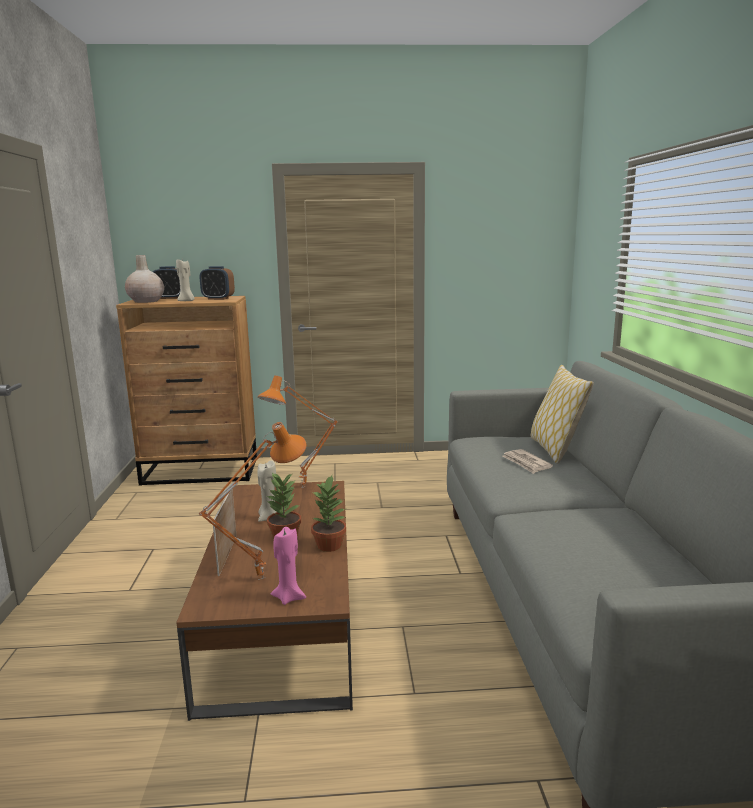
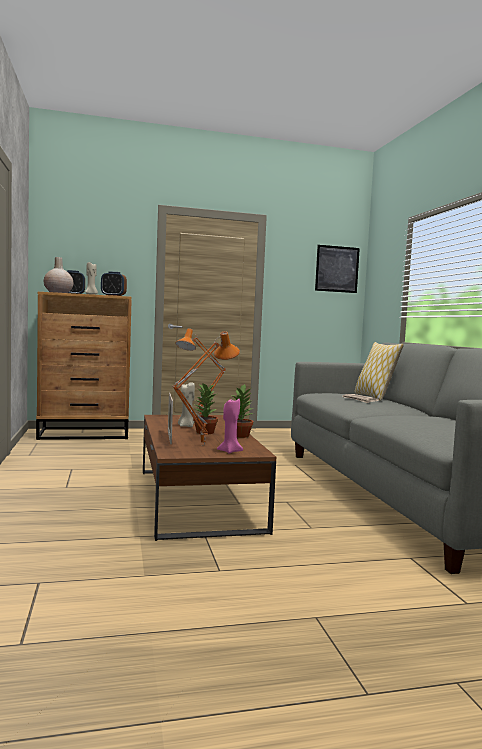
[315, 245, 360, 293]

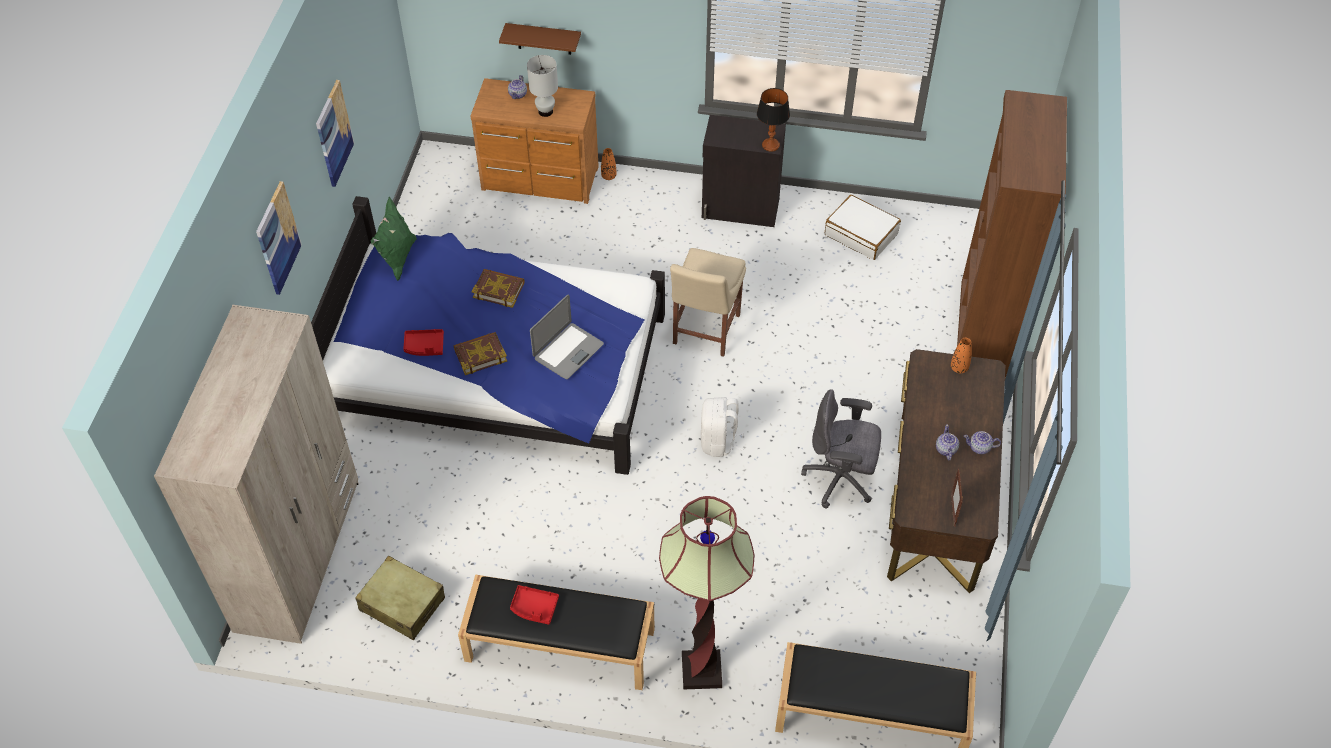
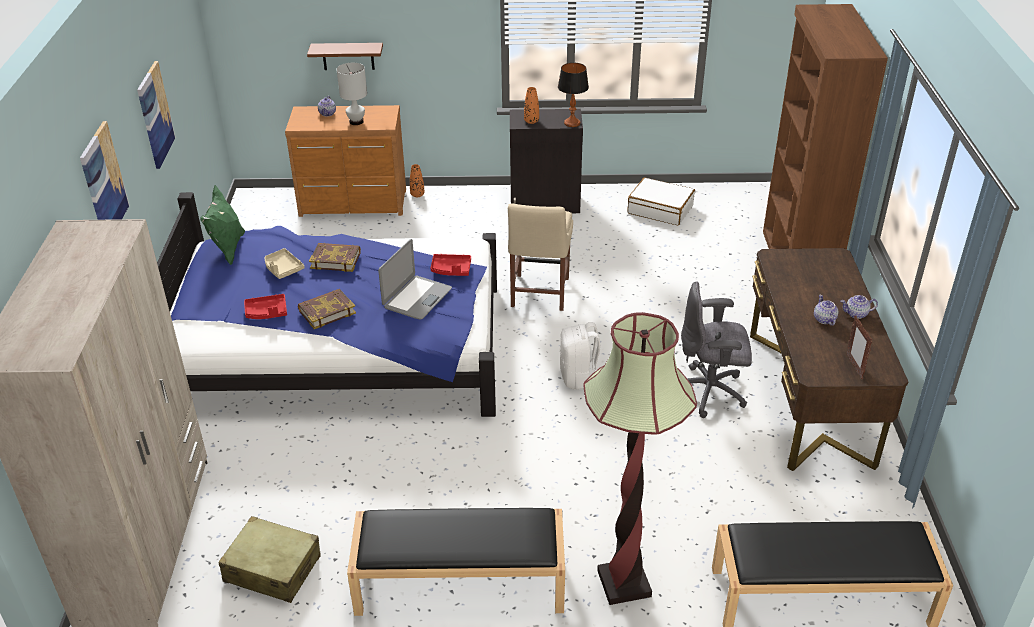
[265, 248, 305, 279]
[431, 254, 471, 276]
[524, 87, 539, 124]

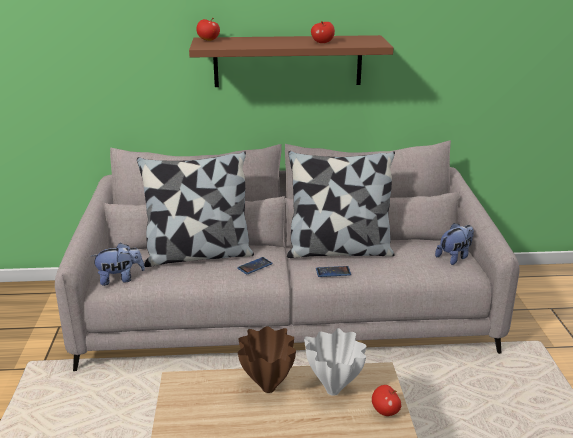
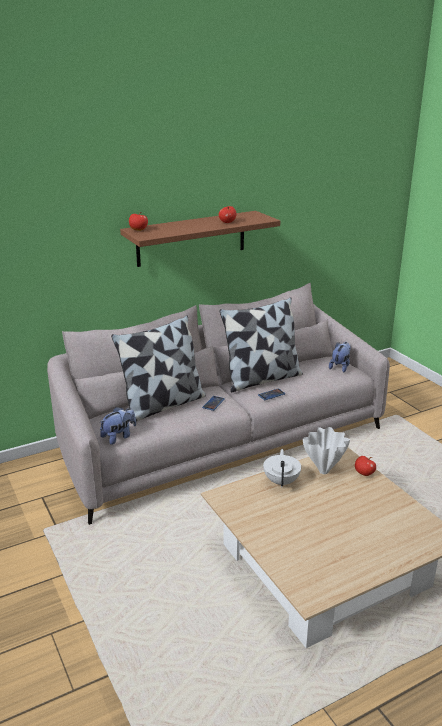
[263, 449, 301, 487]

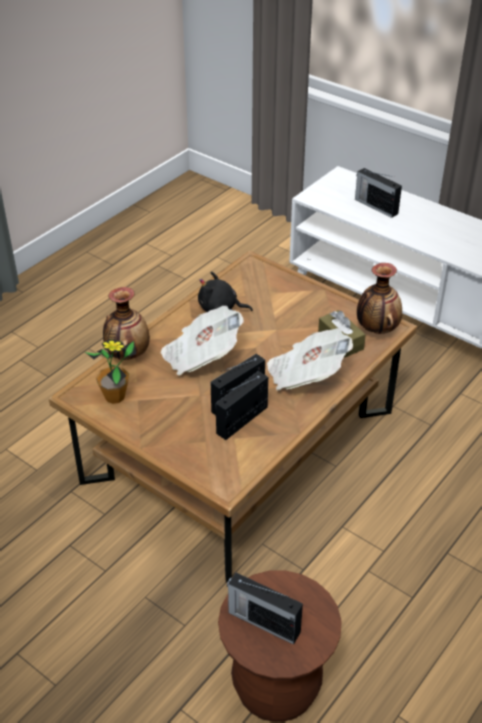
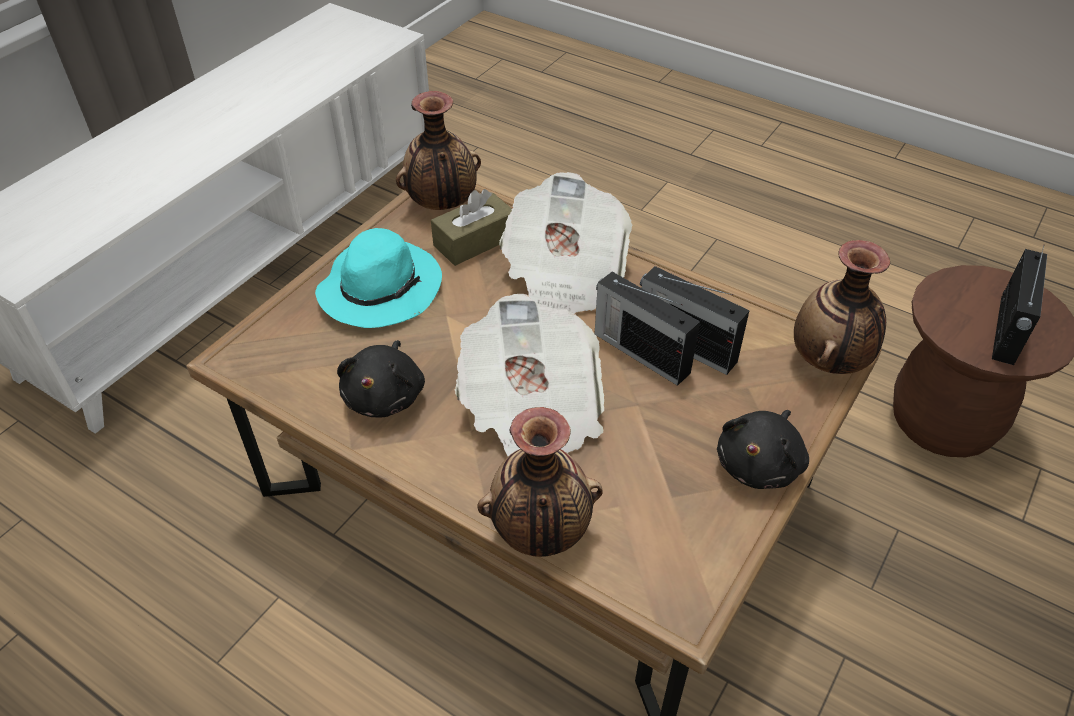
[315, 228, 442, 328]
[717, 410, 809, 489]
[794, 240, 890, 374]
[85, 339, 136, 404] (first image)
[355, 168, 402, 218] (first image)

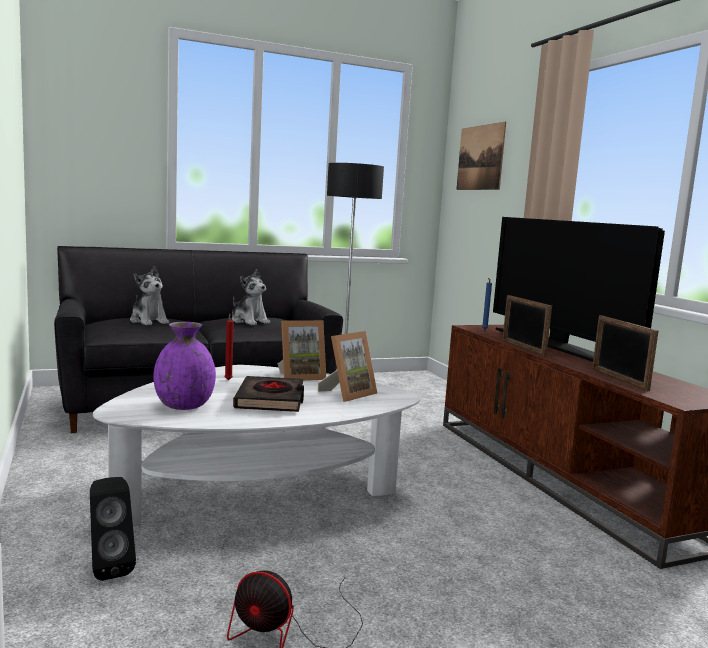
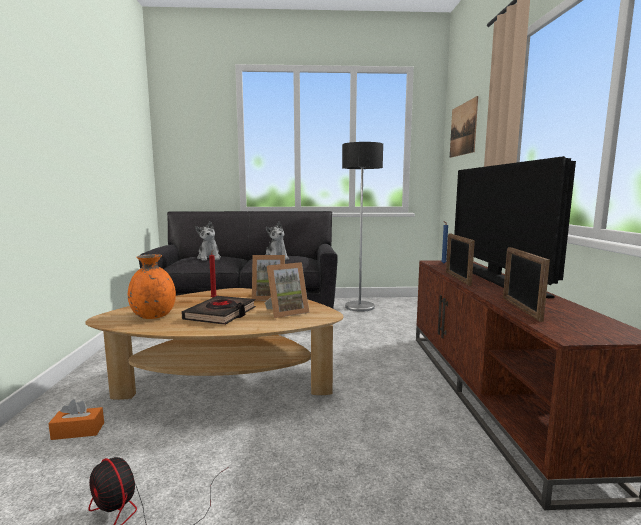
[48, 399, 104, 440]
[85, 288, 343, 400]
[128, 254, 176, 319]

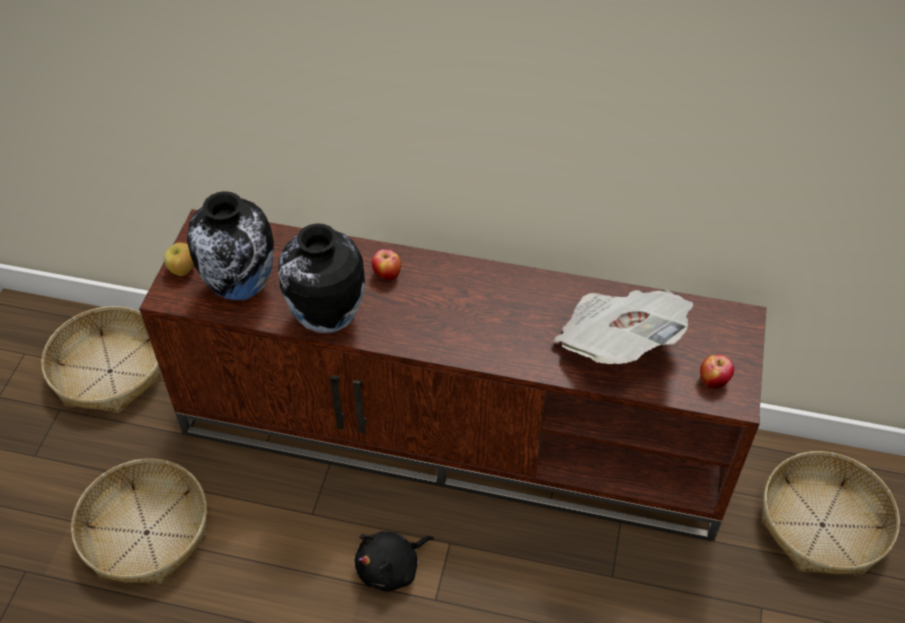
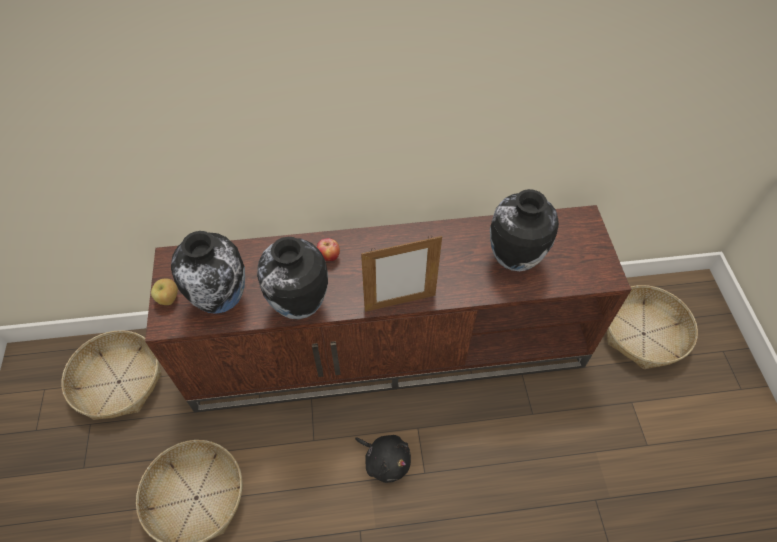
[355, 435, 411, 483]
[361, 236, 442, 312]
[490, 189, 559, 271]
[700, 354, 734, 389] (first image)

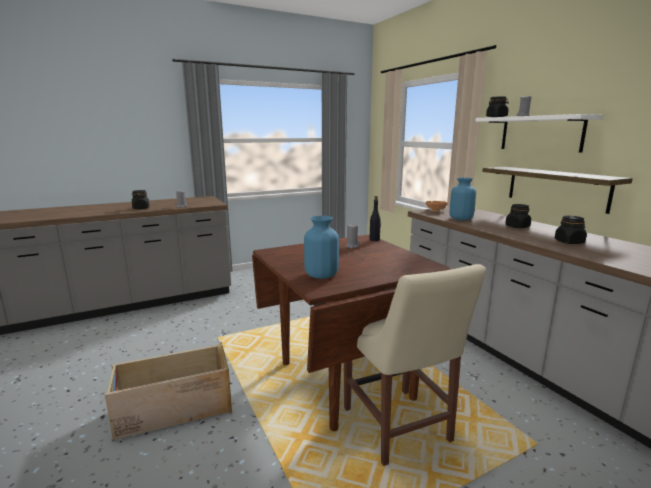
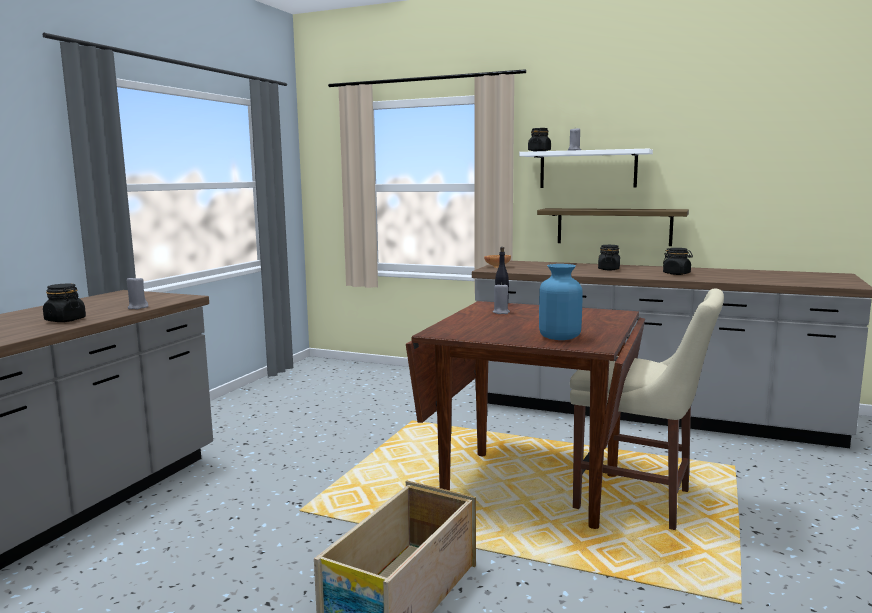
[449, 178, 476, 220] (first image)

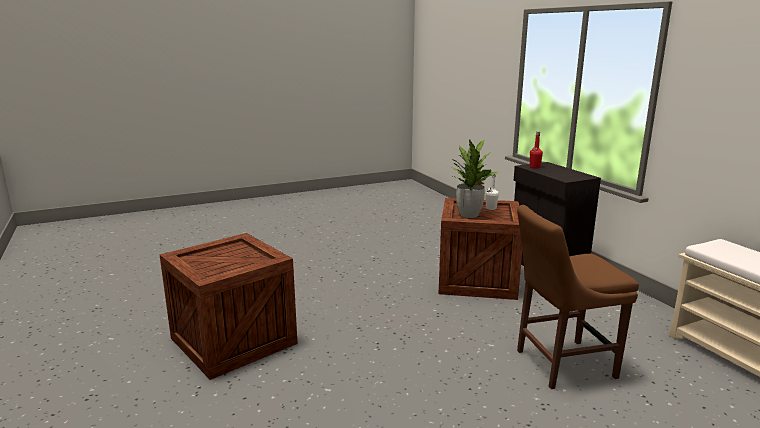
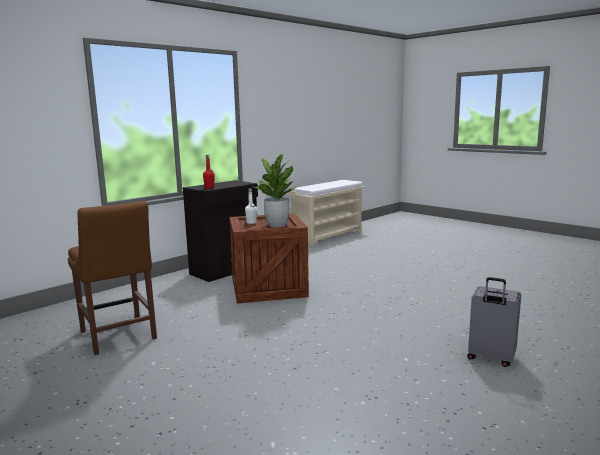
[68, 201, 157, 355]
[467, 277, 521, 367]

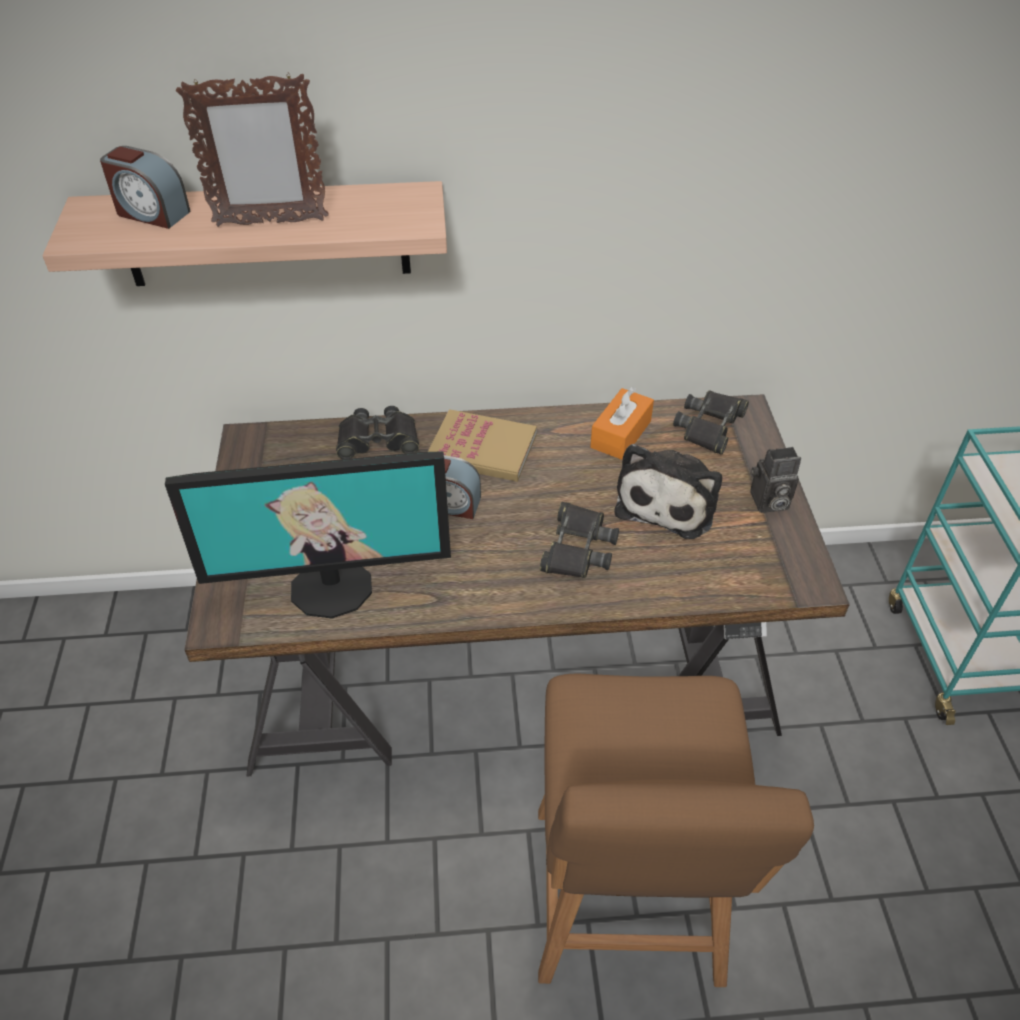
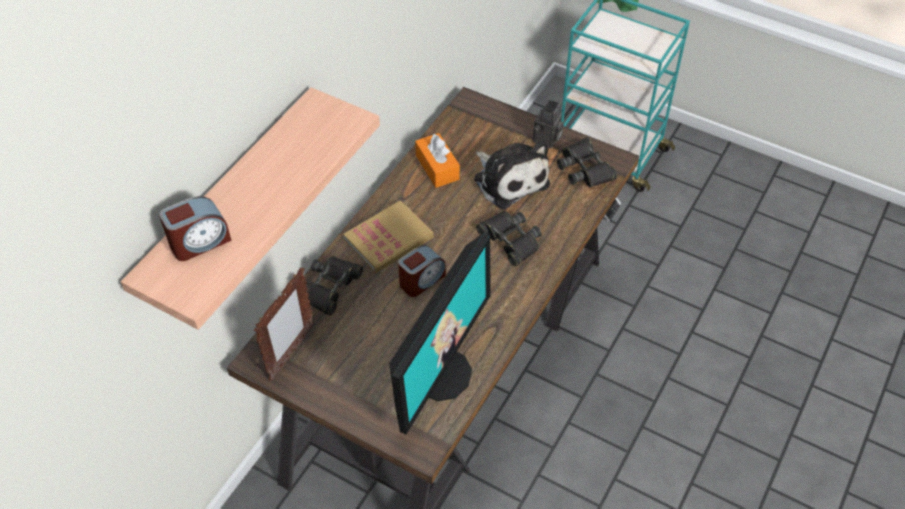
[254, 267, 314, 381]
[557, 137, 617, 187]
[538, 674, 814, 987] (first image)

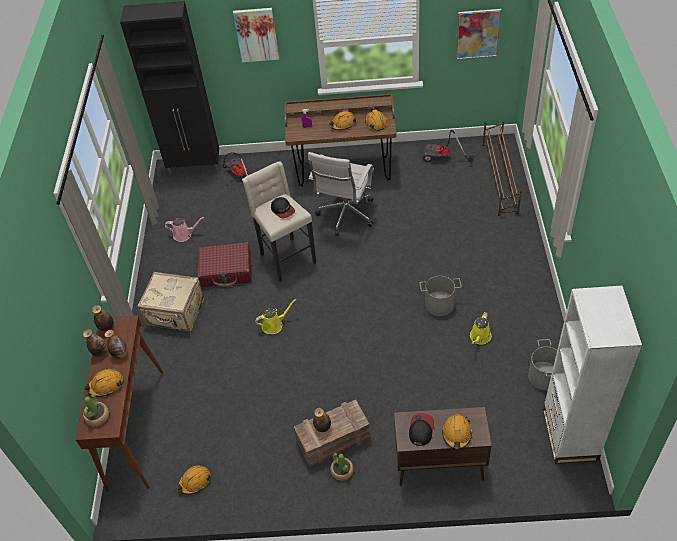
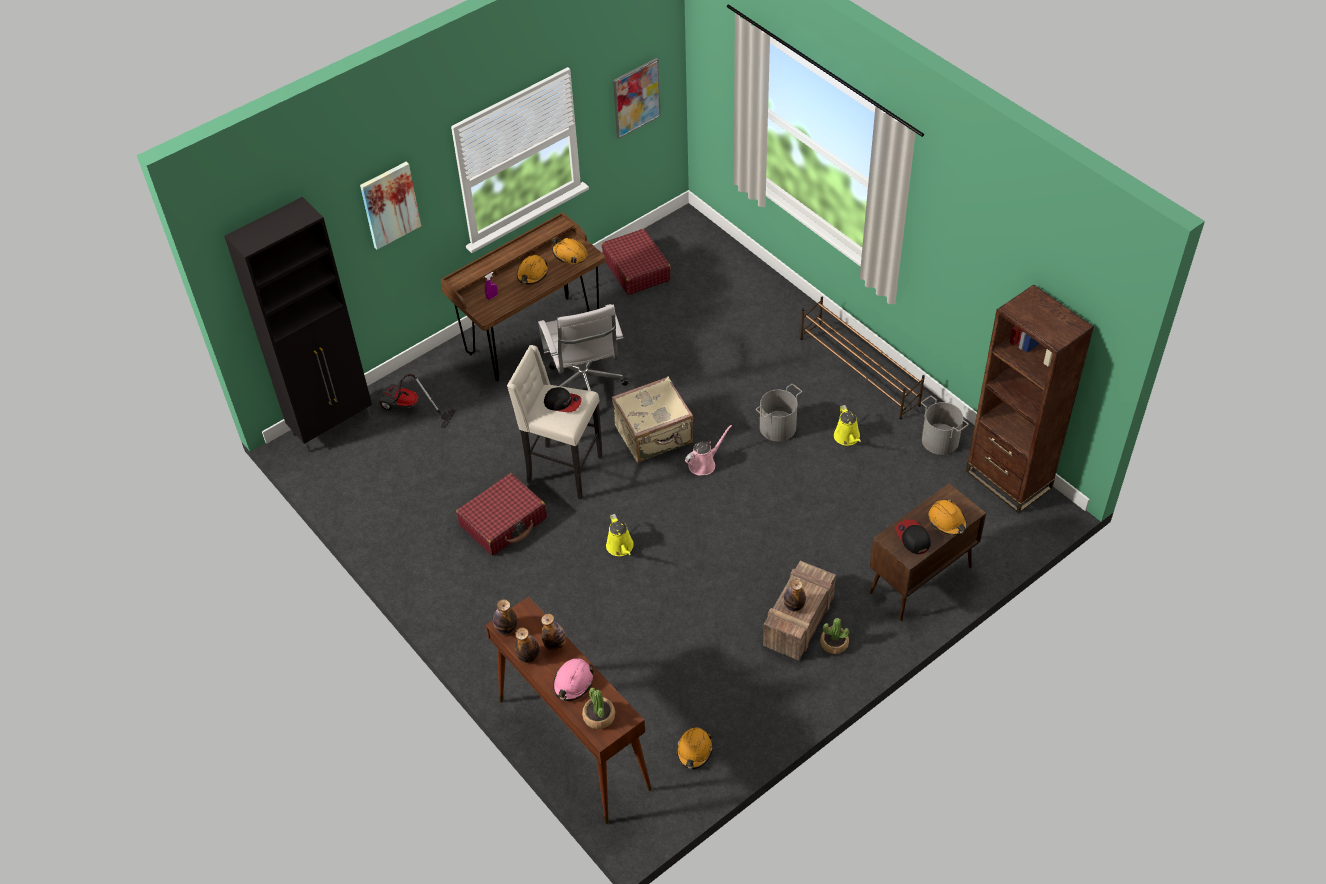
[553, 658, 594, 701]
[602, 229, 671, 295]
[606, 514, 634, 556]
[612, 377, 693, 463]
[685, 425, 732, 475]
[800, 297, 925, 420]
[966, 285, 1094, 514]

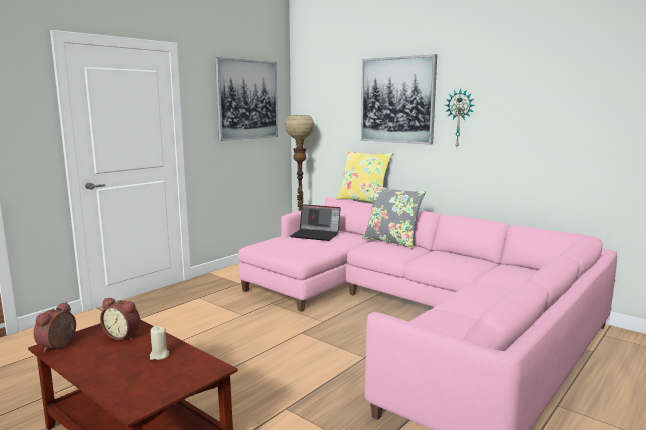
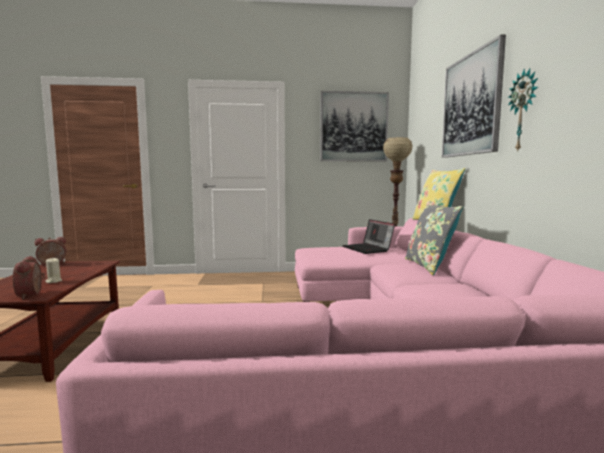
[13, 256, 45, 299]

